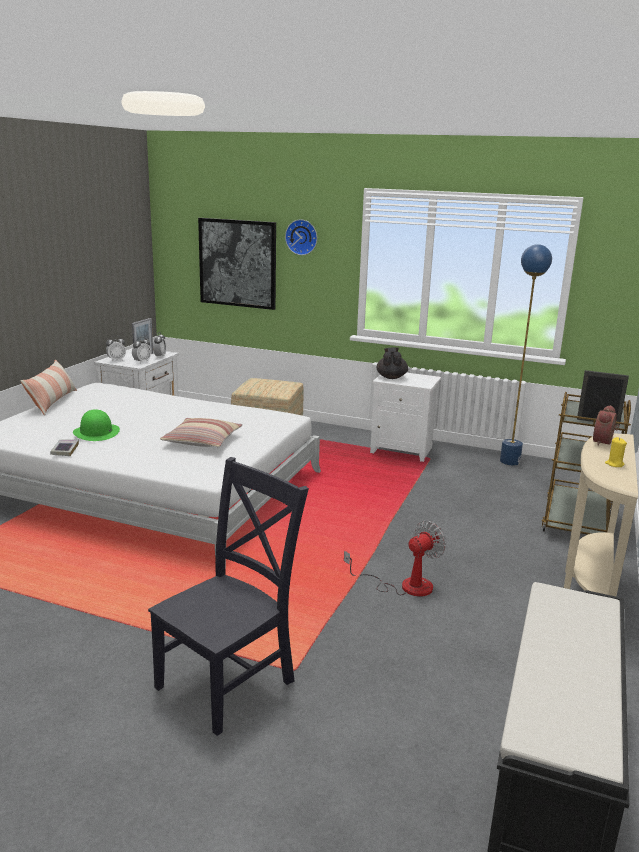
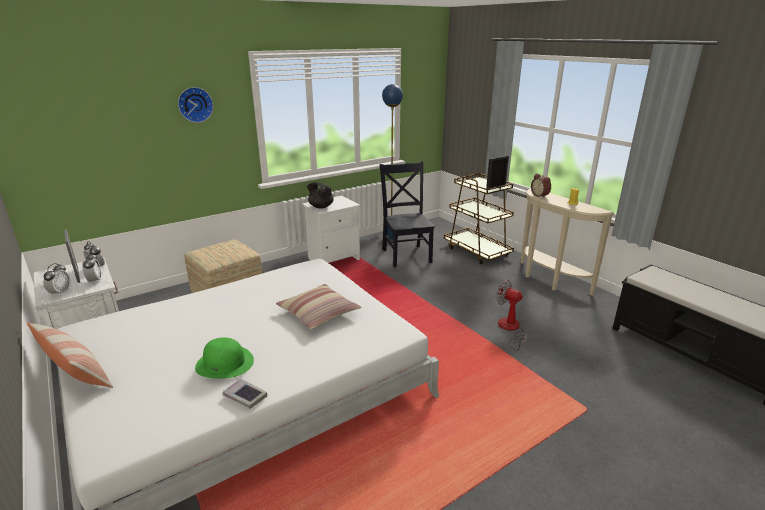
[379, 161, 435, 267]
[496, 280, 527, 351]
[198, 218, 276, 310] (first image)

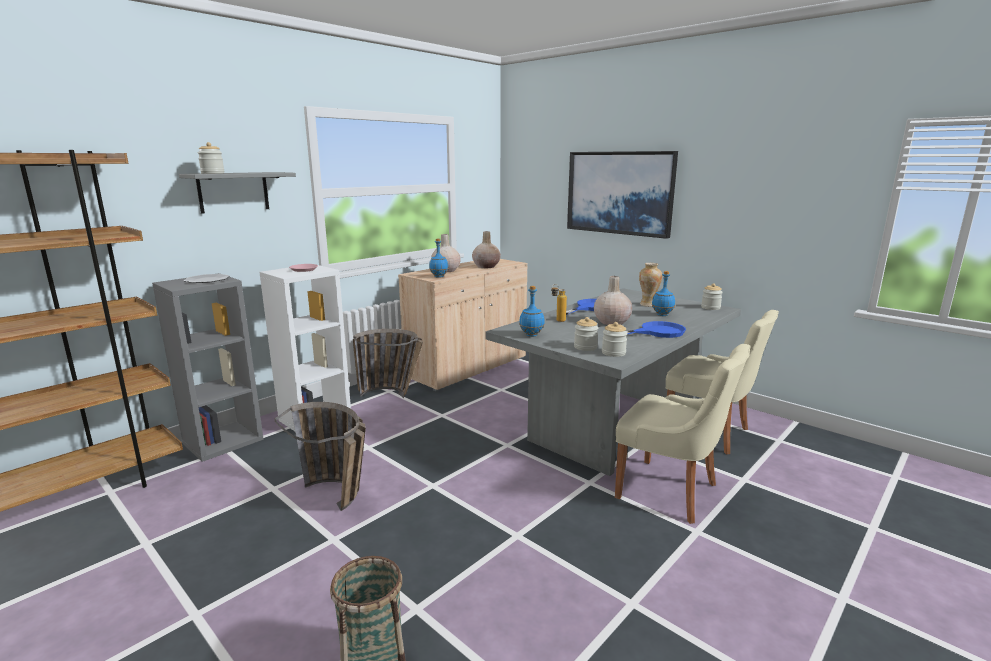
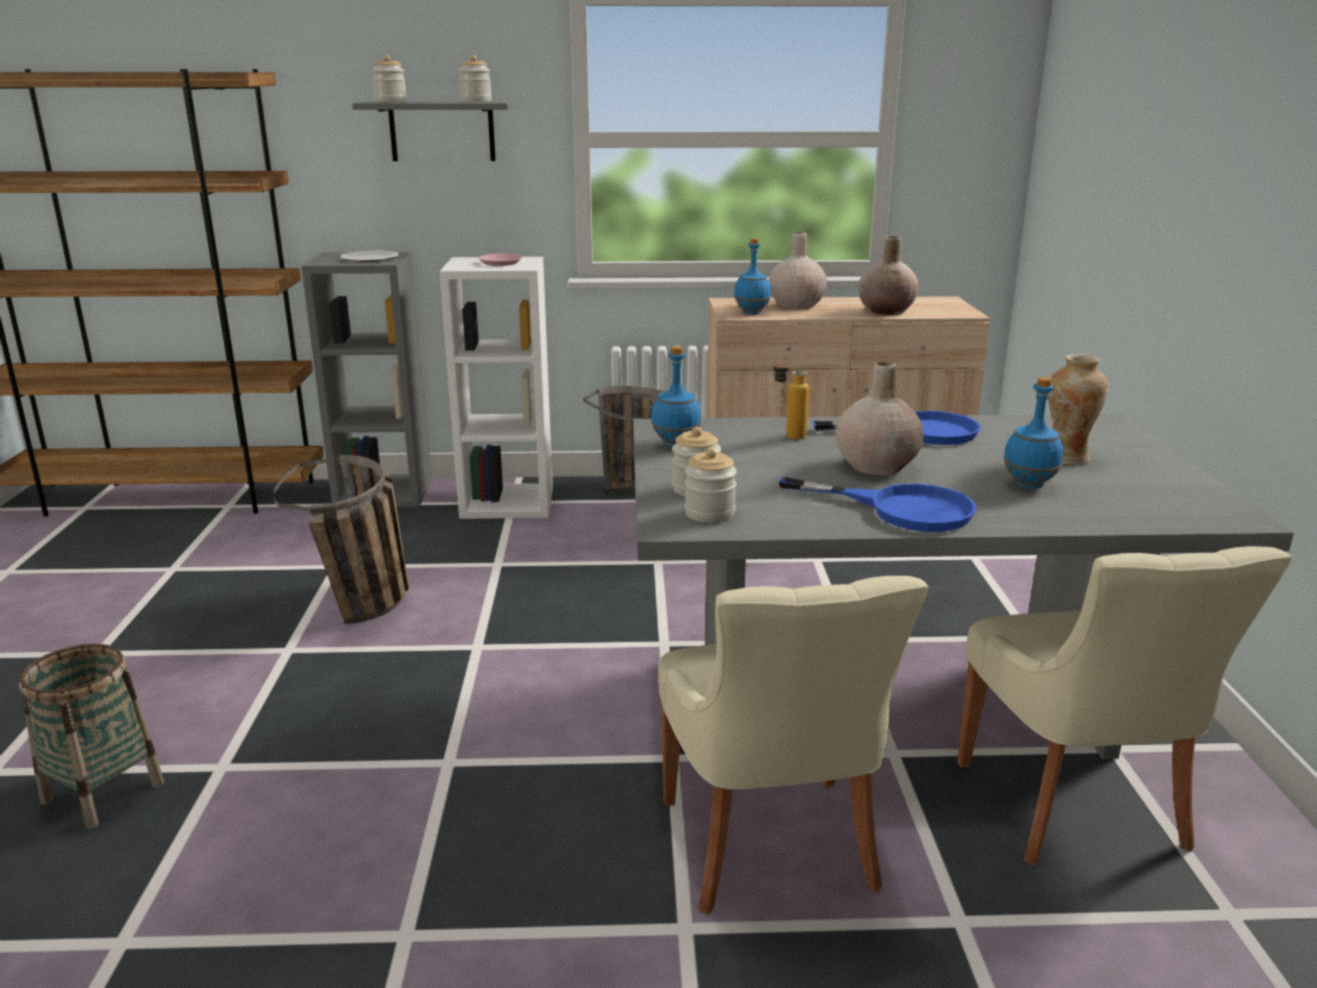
[458, 55, 492, 102]
[567, 151, 678, 239] (first image)

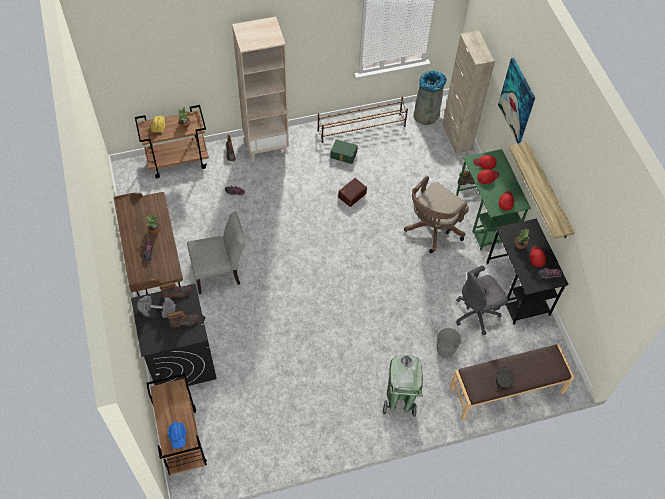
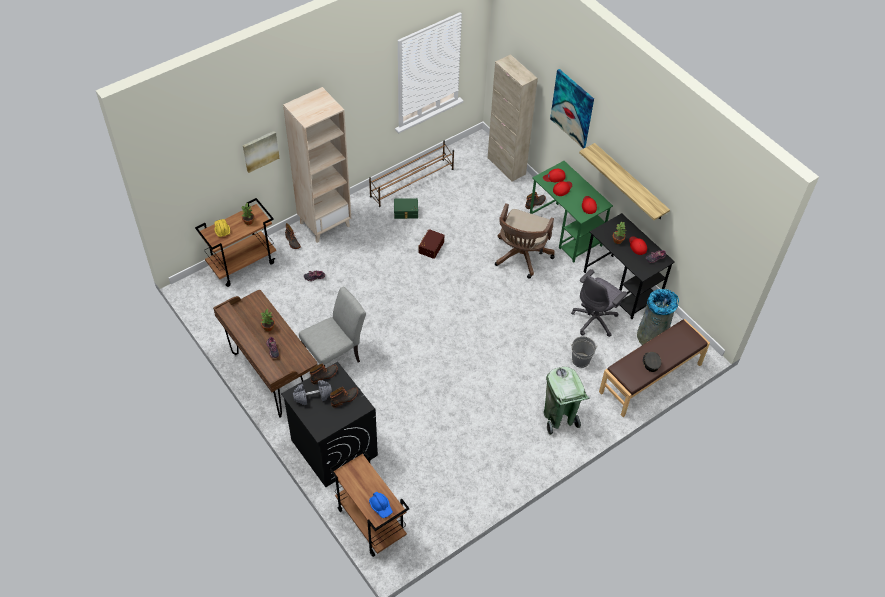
[243, 131, 280, 173]
[637, 289, 679, 345]

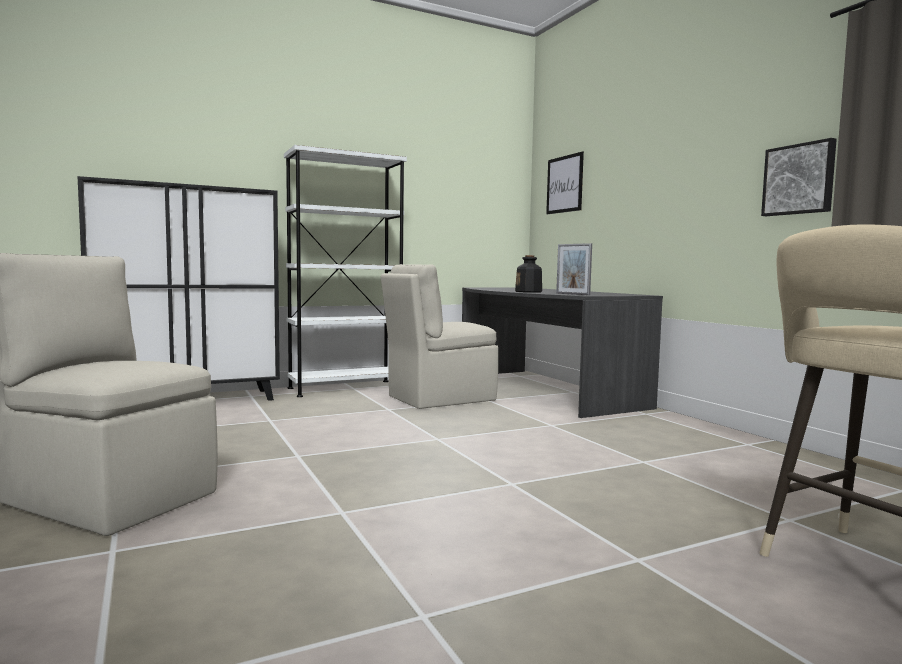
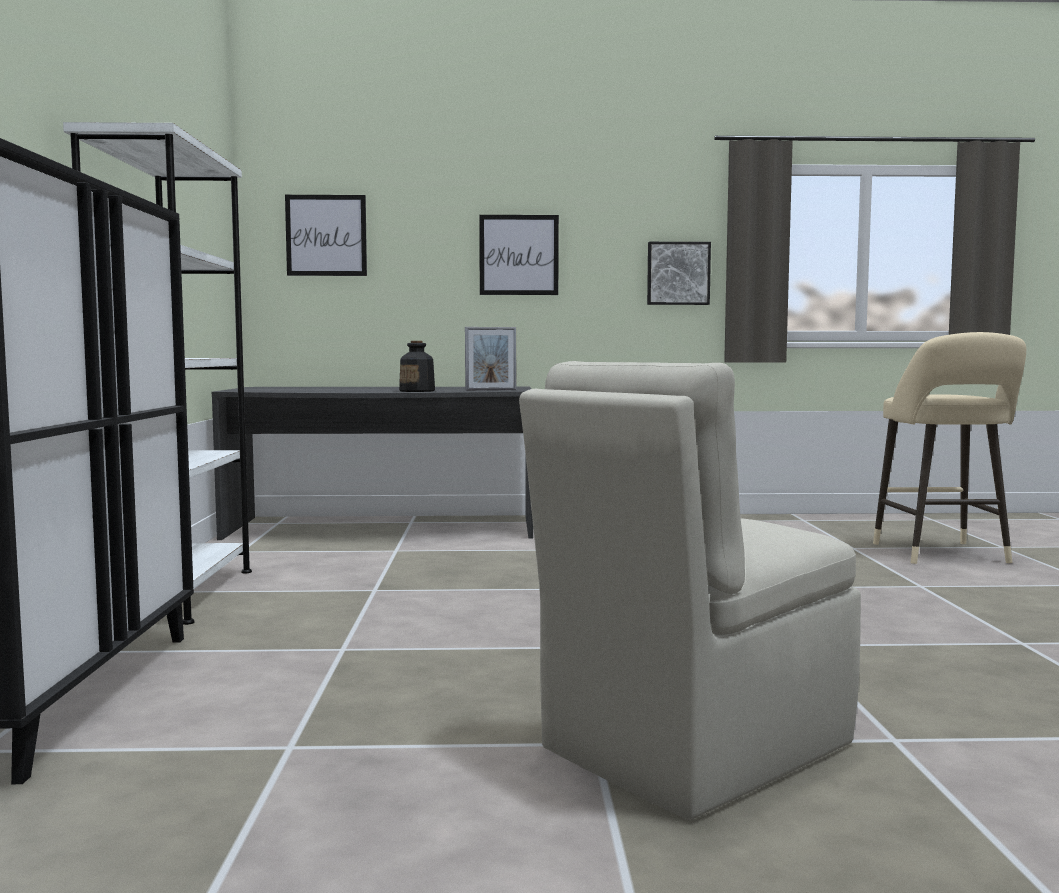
[479, 215, 559, 295]
[381, 264, 498, 409] (first image)

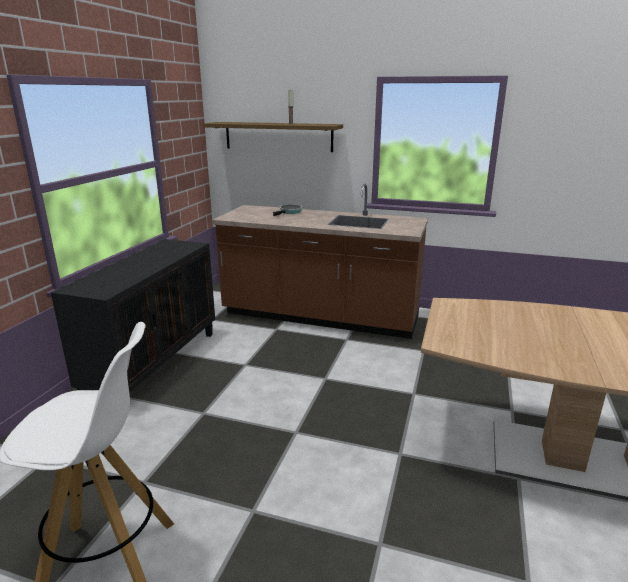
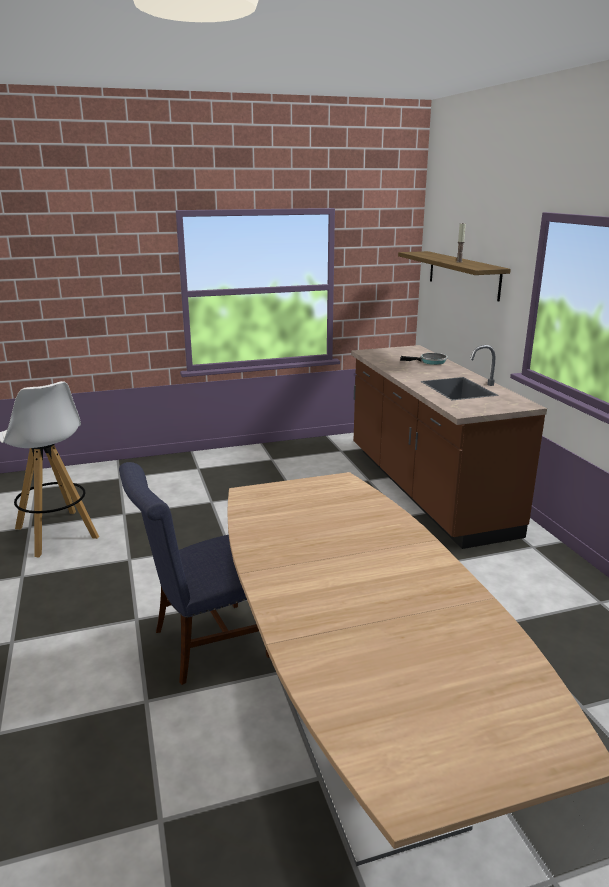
[119, 462, 270, 685]
[51, 239, 215, 410] (first image)

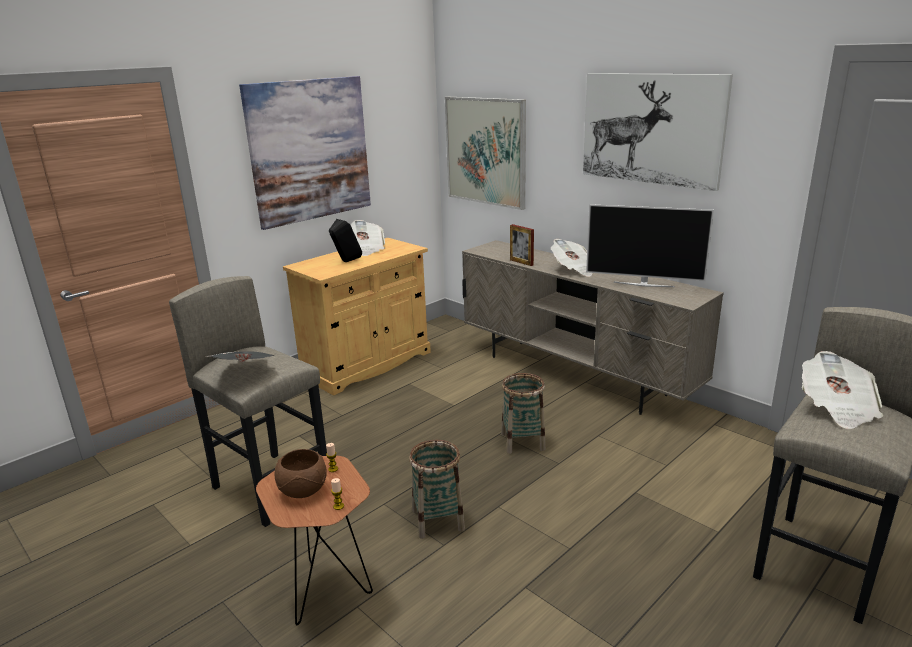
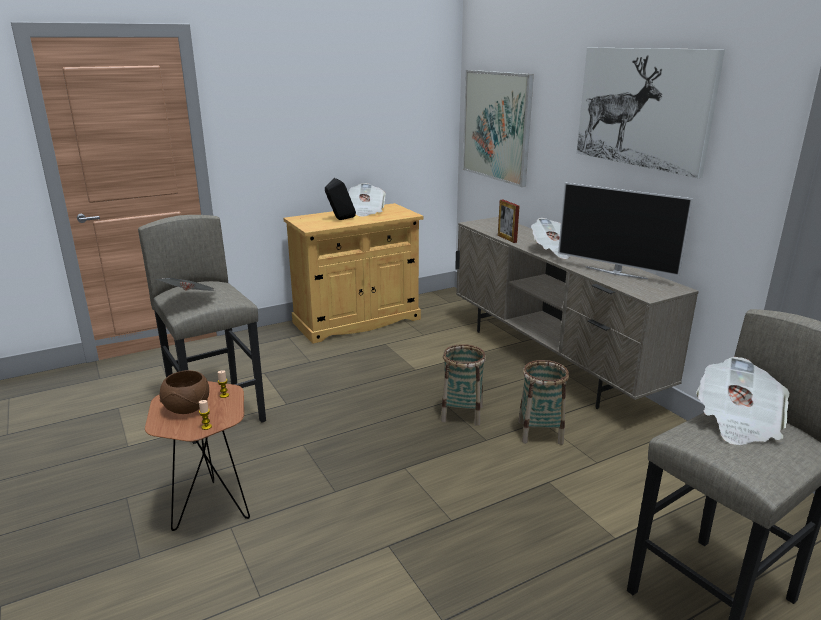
[518, 360, 569, 445]
[239, 76, 371, 230] (first image)

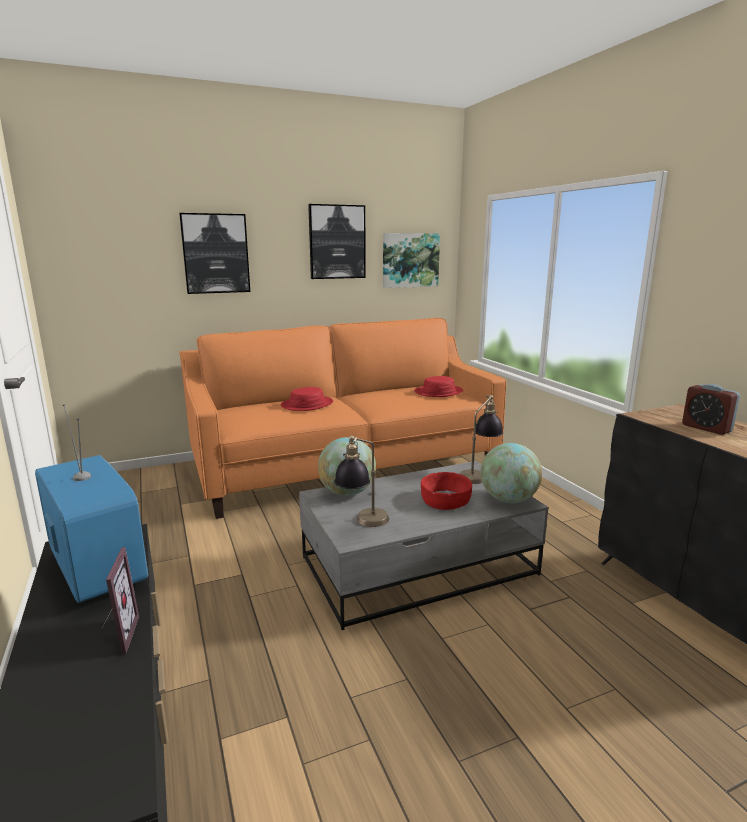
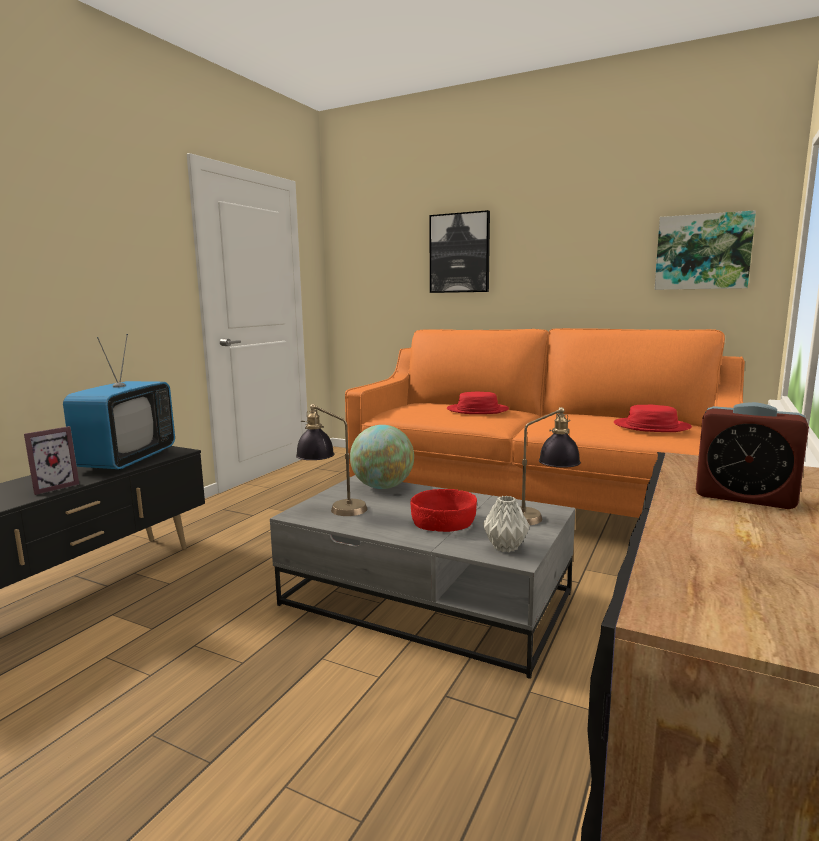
[483, 496, 530, 552]
[696, 402, 809, 509]
[308, 204, 366, 279] (first image)

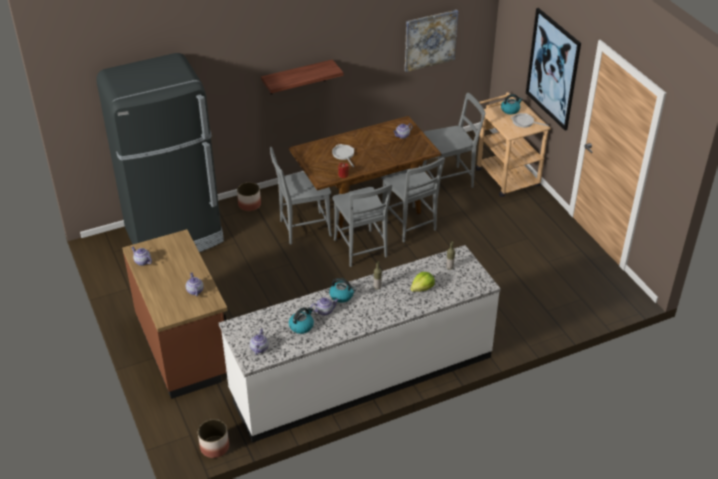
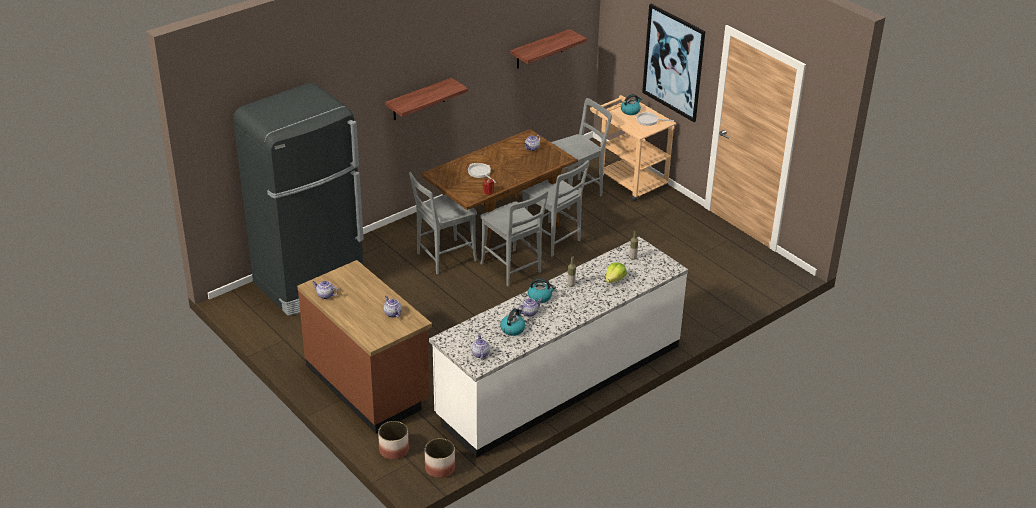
[378, 421, 409, 459]
[511, 29, 587, 69]

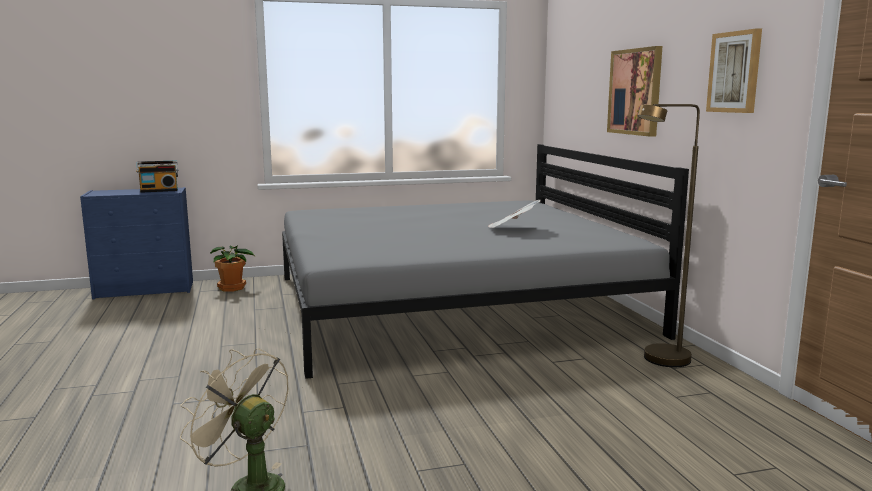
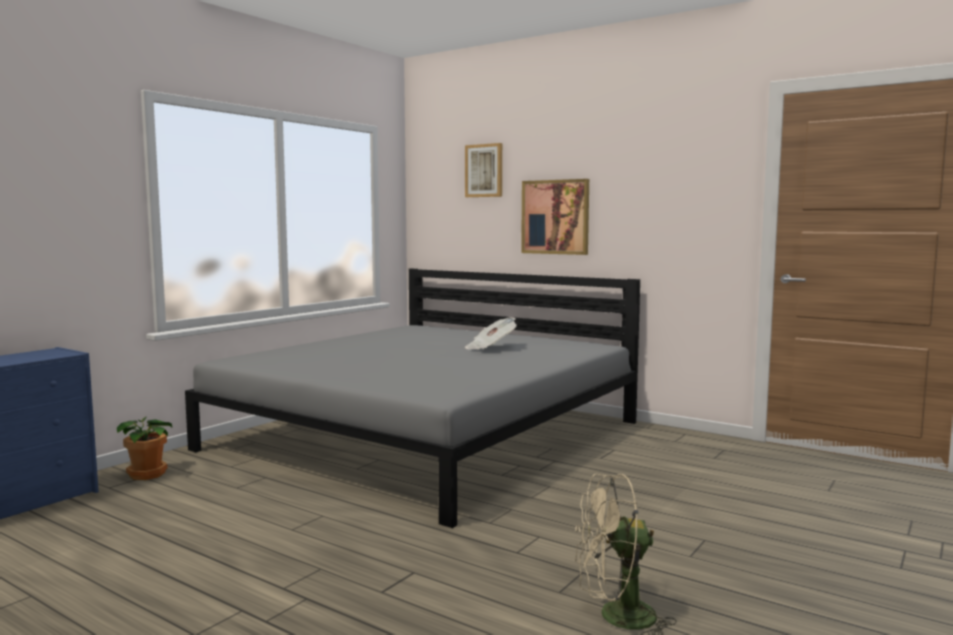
[465, 143, 502, 197]
[136, 161, 179, 193] (first image)
[638, 104, 700, 367] (first image)

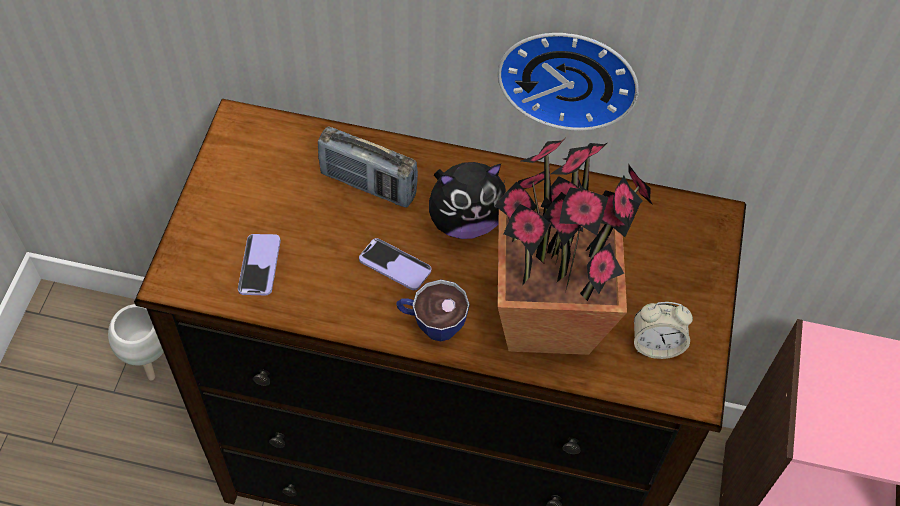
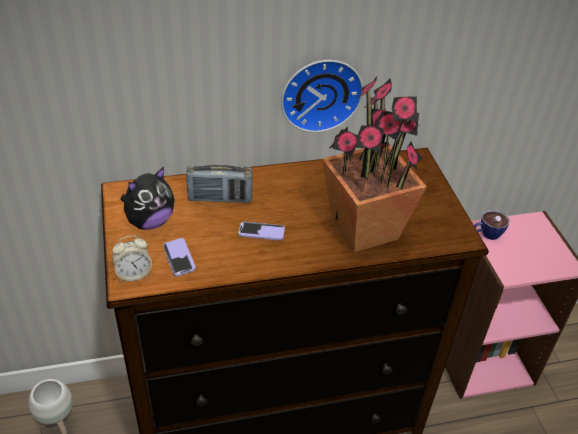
[112, 236, 152, 282]
[120, 167, 175, 230]
[474, 209, 510, 240]

